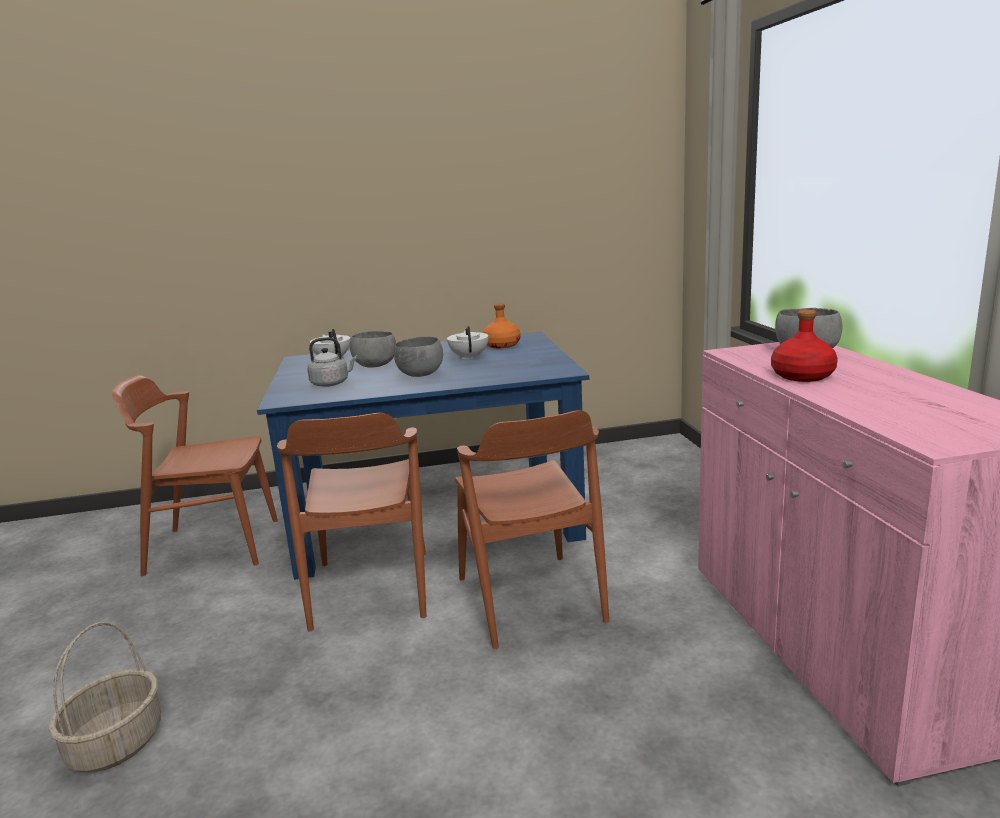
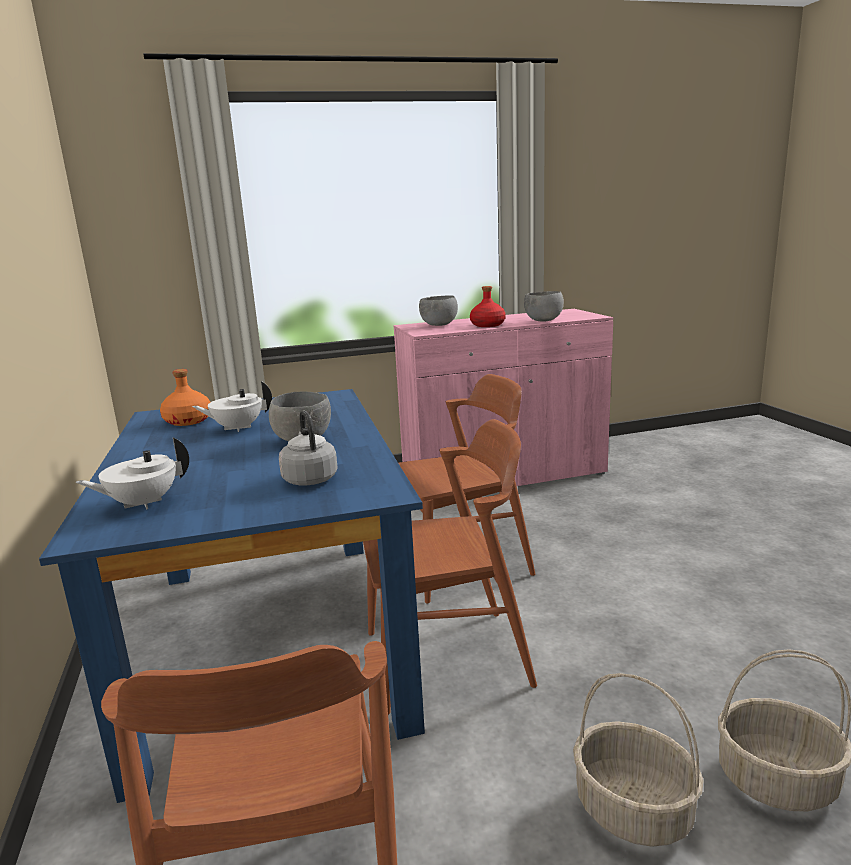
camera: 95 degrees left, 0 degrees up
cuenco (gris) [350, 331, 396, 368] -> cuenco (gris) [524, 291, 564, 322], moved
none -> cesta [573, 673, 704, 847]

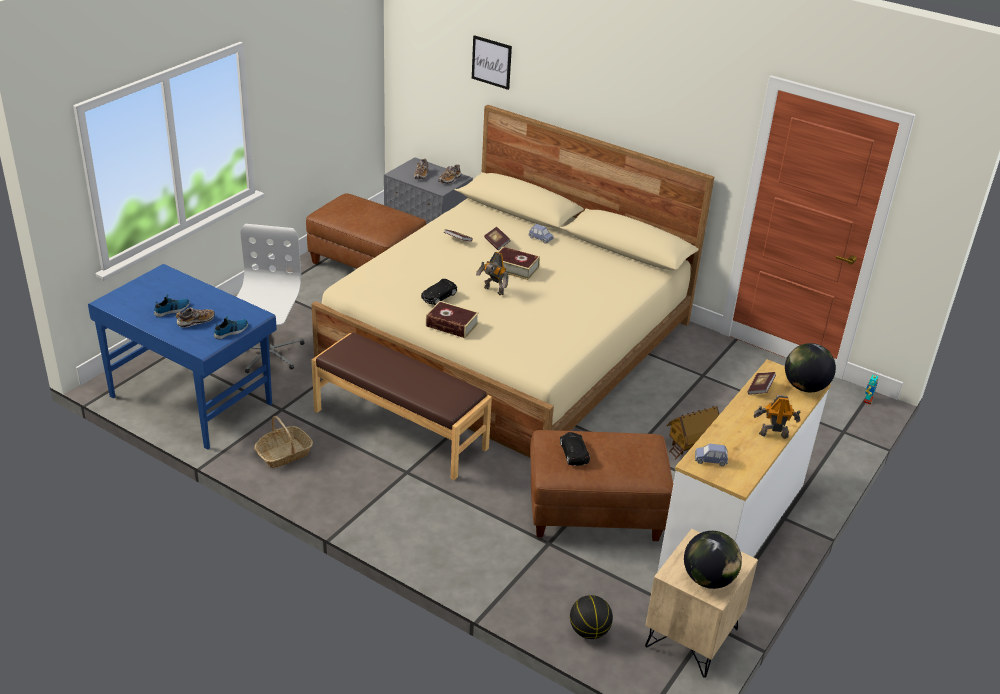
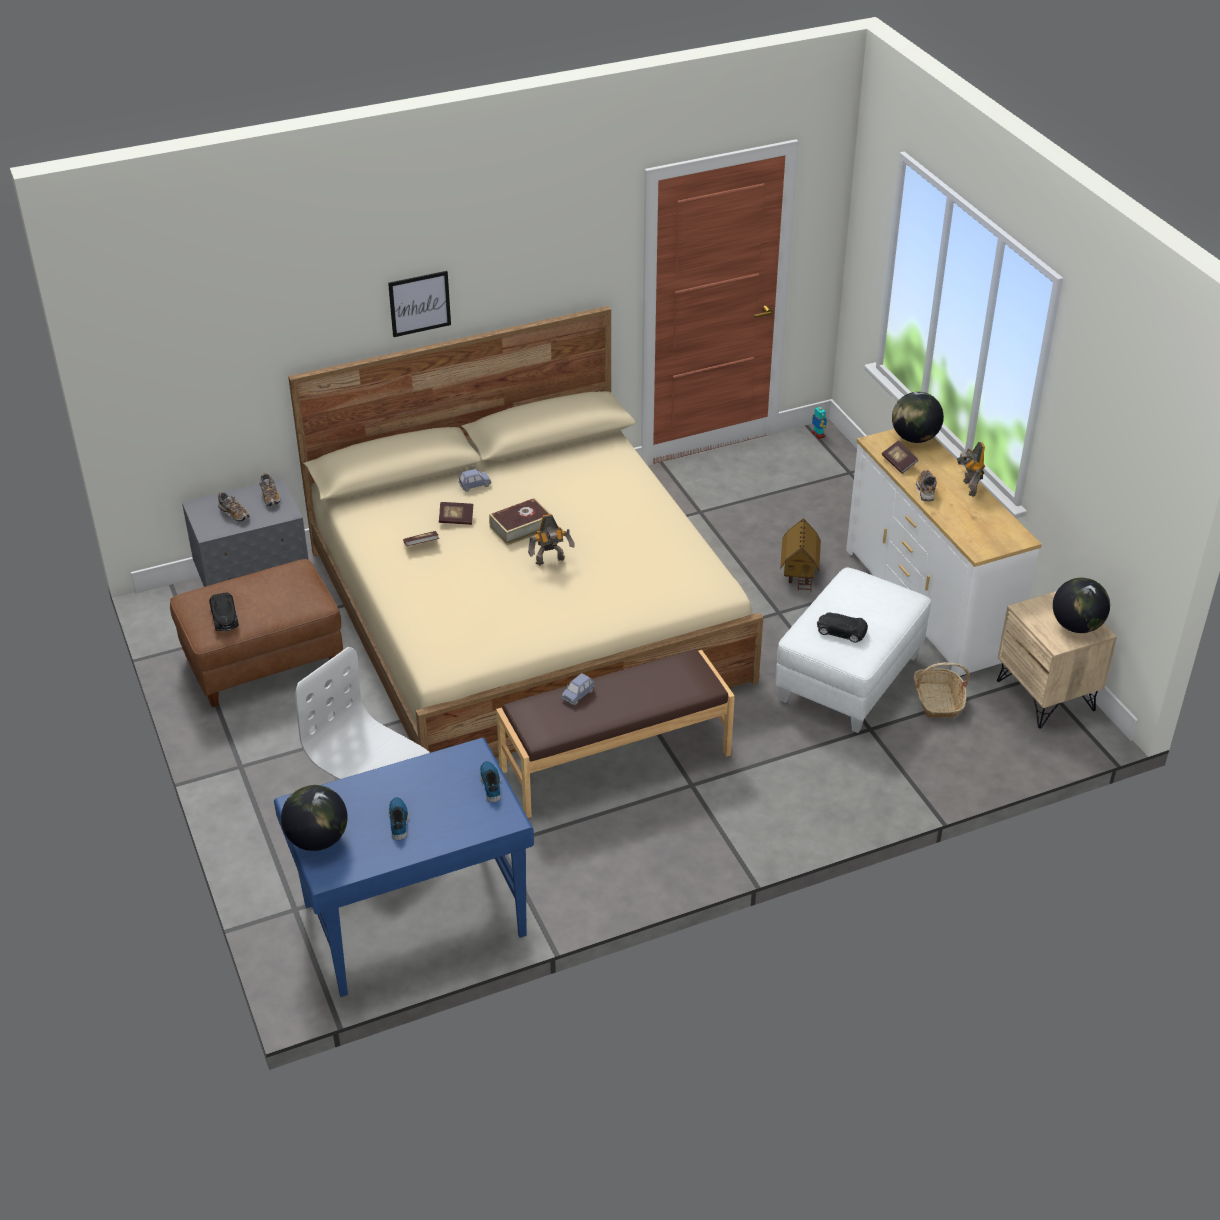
camera: 55 degrees left, 5 degrees up
zapato [176, 307, 215, 327] -> zapato [916, 470, 937, 502], moved
cesta [254, 416, 313, 468] -> cesta [914, 662, 970, 718], moved
coche de juguete (negro) [421, 279, 457, 305] -> coche de juguete (negro) [209, 592, 239, 631], moved
libro [426, 301, 479, 338] -> none
cuadro [472, 35, 512, 90] -> cuadro [388, 271, 451, 337], moved
puf (marrón) [530, 430, 673, 541] -> puf (blanco) [775, 567, 931, 733]
balón de baloncesto [570, 595, 613, 639] -> none
coche de juguete (azul) [695, 444, 728, 466] -> coche de juguete (azul) [561, 673, 595, 705], moved
robot de juguete [754, 395, 801, 439] -> robot de juguete [957, 442, 985, 497], 45 degrees counterclockwise
none -> globo terráqueo [281, 785, 348, 851]

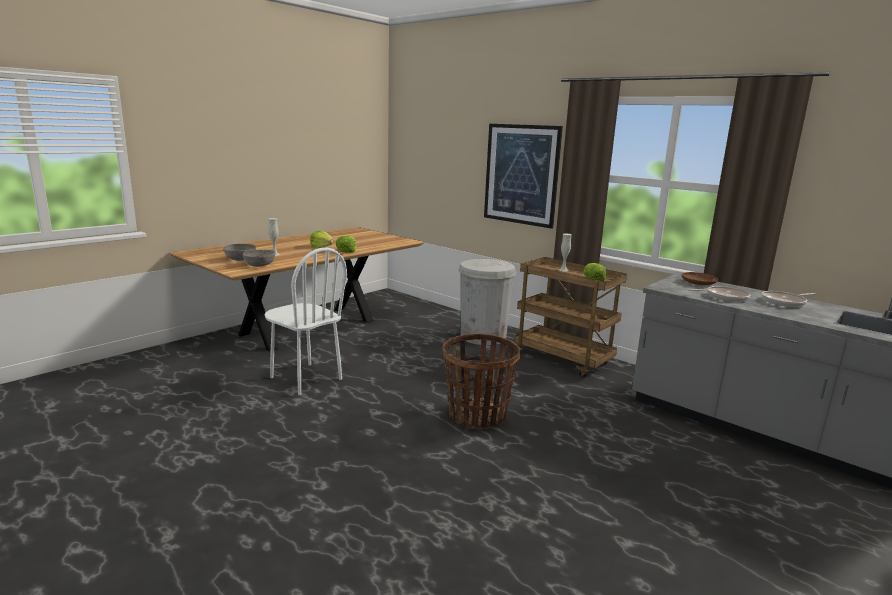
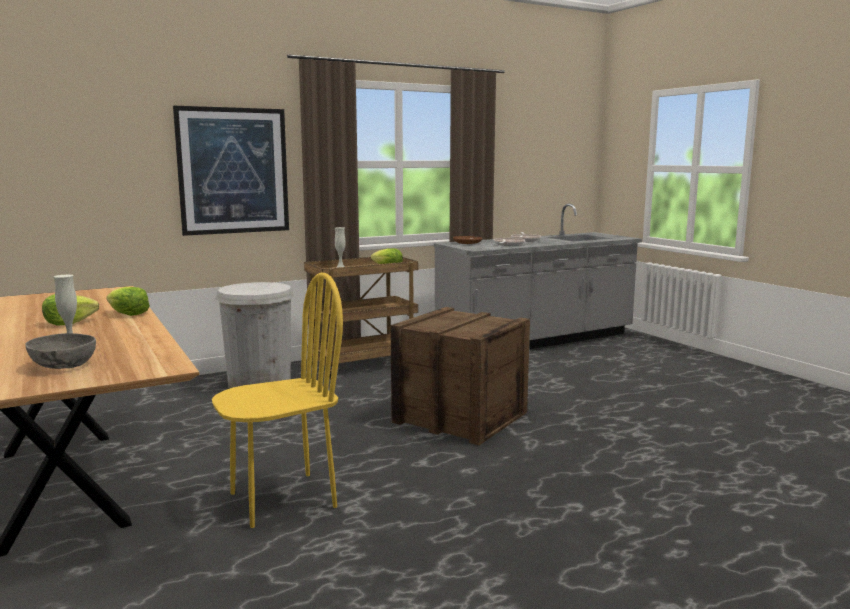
camera: 70 degrees left, 5 degrees down
cuenco (gris) [243, 250, 275, 267] -> none
silla (blanco) [265, 248, 347, 395] -> silla (amarillo) [212, 272, 343, 528]
cesta [442, 333, 520, 429] -> caja de embalaje [391, 307, 530, 445]

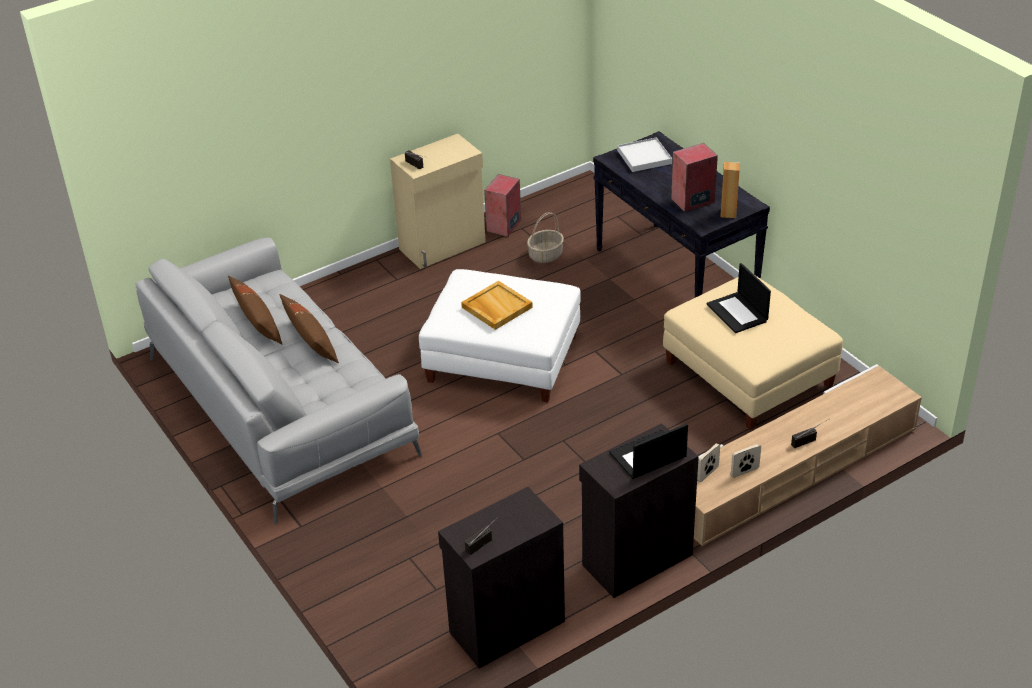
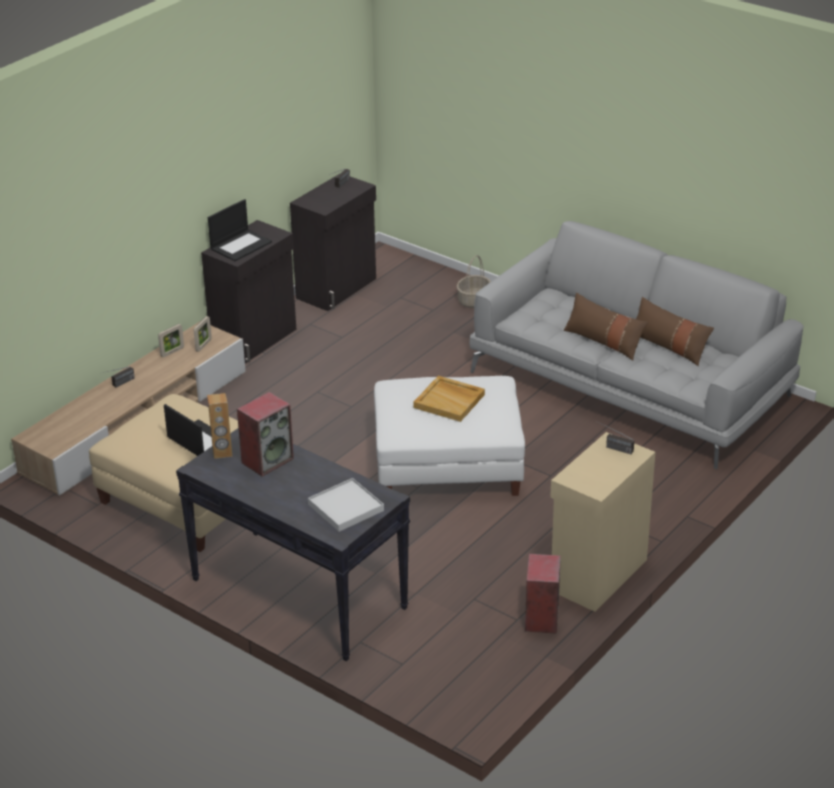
camera: 160 degrees right, 5 degrees down
cesta [527, 212, 564, 263] -> cesta [457, 255, 491, 308], moved

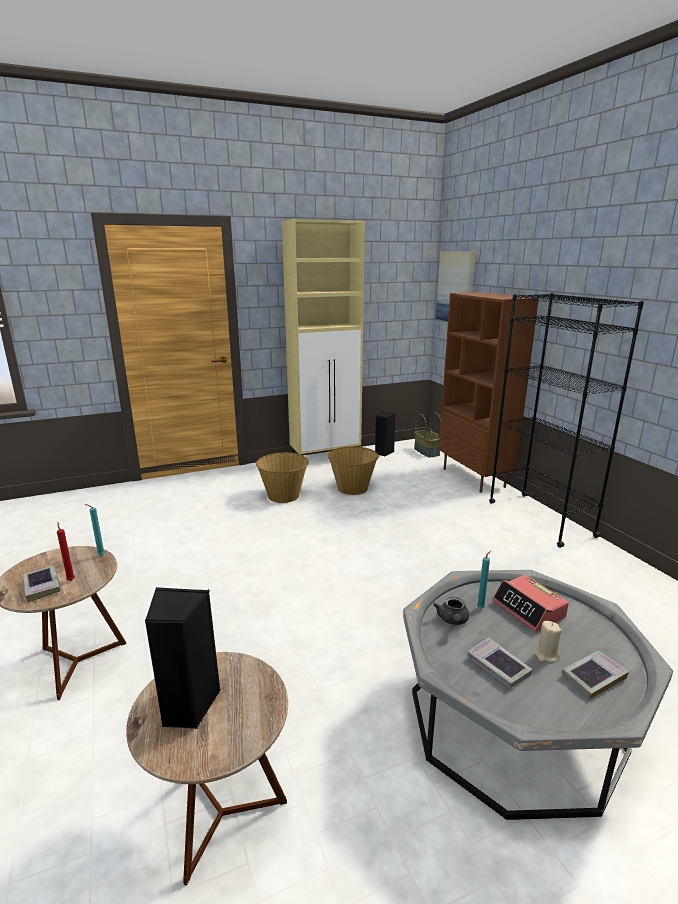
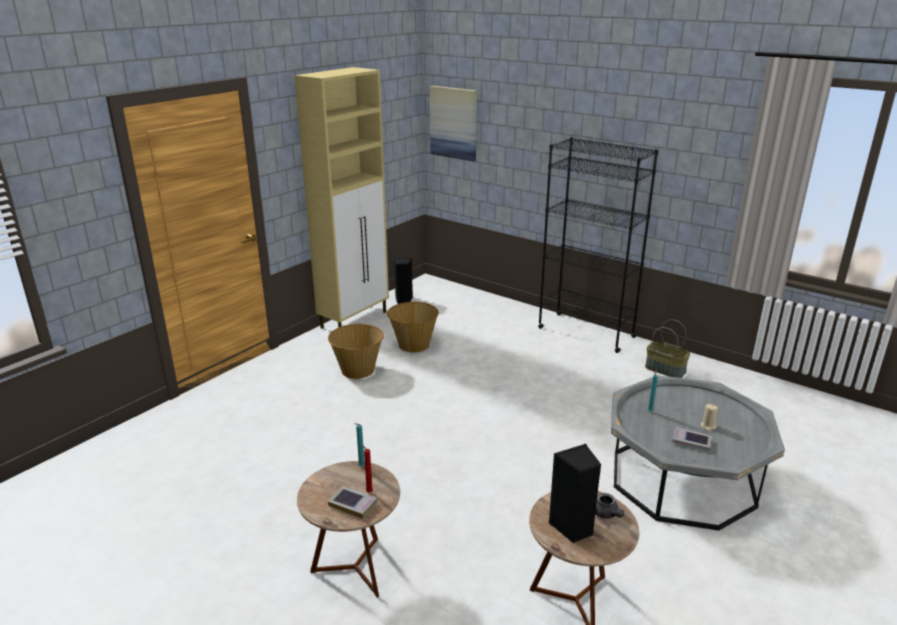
camera: 30 degrees left, 5 degrees up
cesta [414, 412, 441, 457] -> cesta [645, 319, 690, 378], moved
tetera (gris) [433, 597, 469, 625] -> tetera (gris) [595, 493, 624, 519], moved
estantería (marrón) [439, 292, 539, 493] -> none
despertador [493, 575, 569, 632] -> none
libro [561, 651, 629, 699] -> none

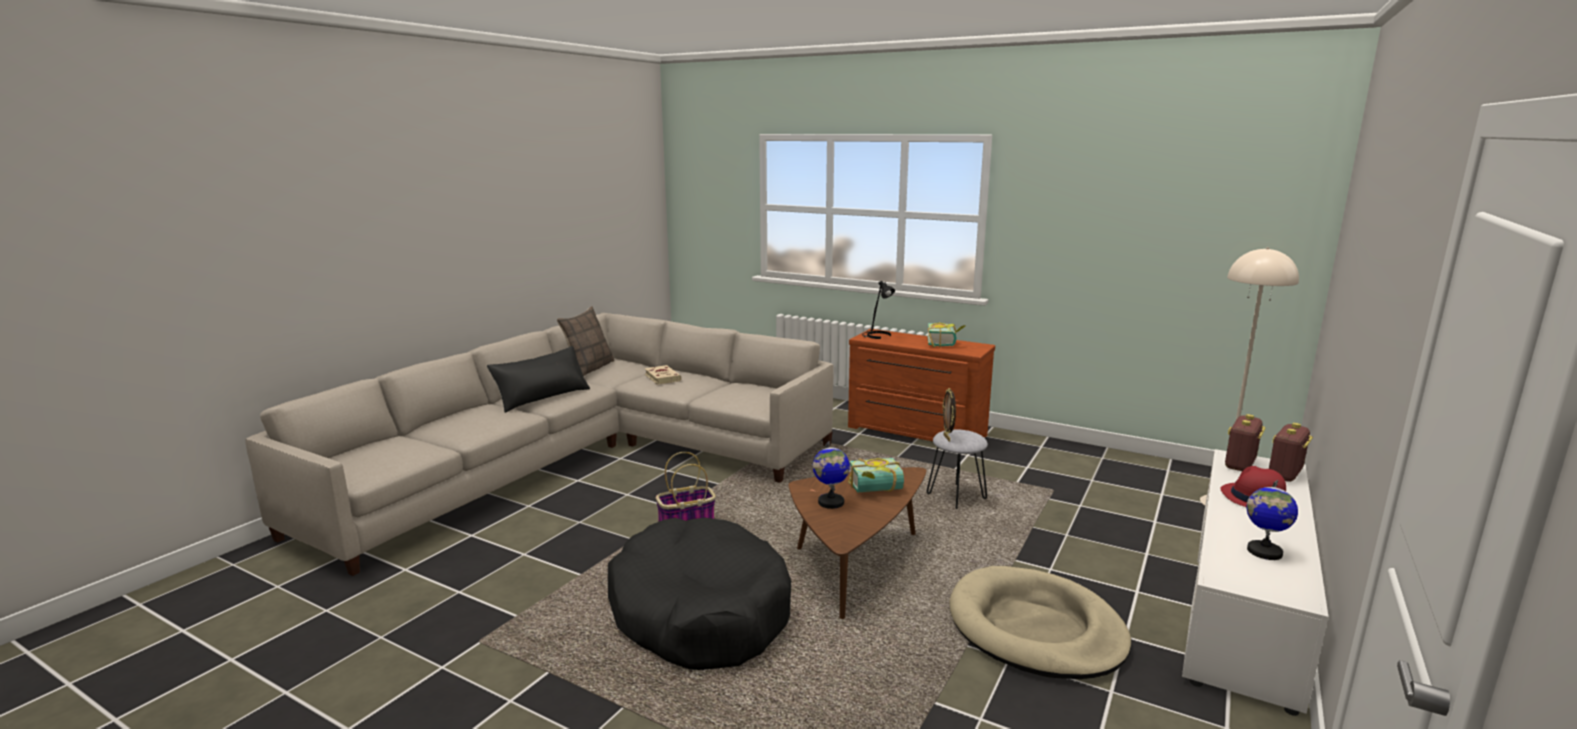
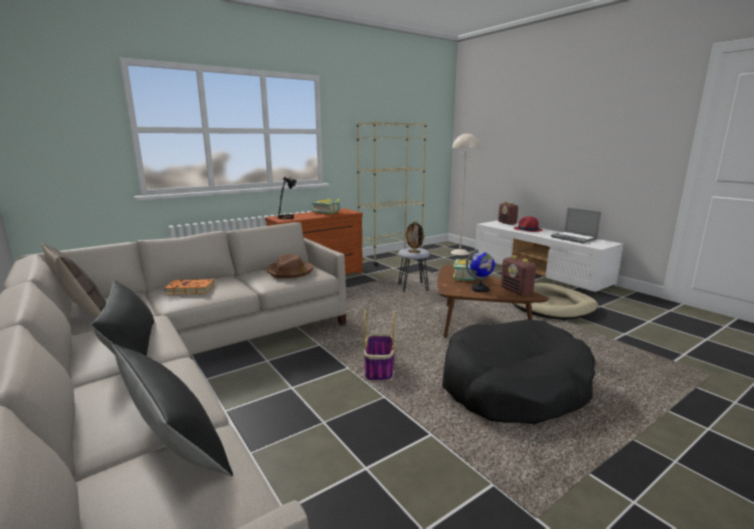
camera: 65 degrees left, 0 degrees up
libro (beis) [644, 365, 682, 385] -> libro (naranja) [164, 279, 214, 294]
radio [1225, 414, 1266, 471] -> radio [501, 255, 537, 296], moved
globo terráqueo [1246, 480, 1298, 560] -> portátil [551, 208, 601, 243]
none -> cojín (negro) [112, 344, 233, 476]
none -> sombrero (marrón) [267, 254, 314, 278]
none -> estantería (beis) [357, 121, 427, 265]

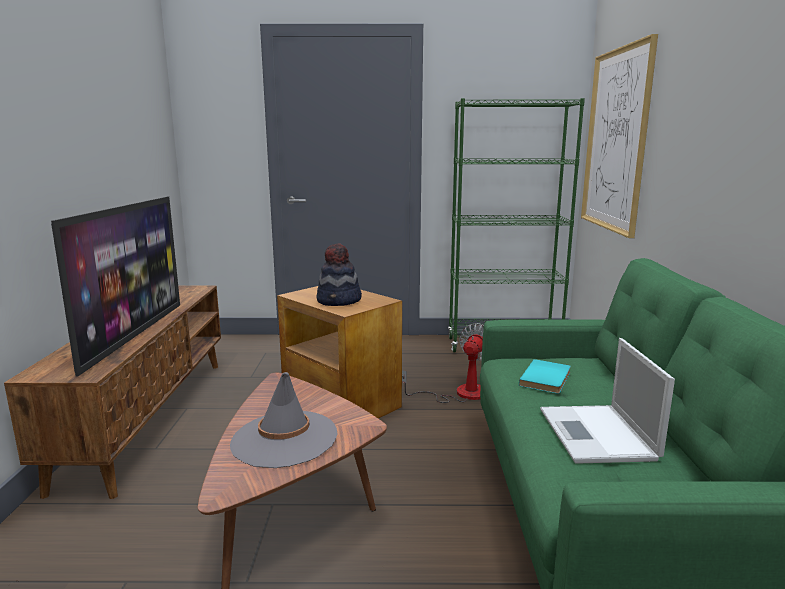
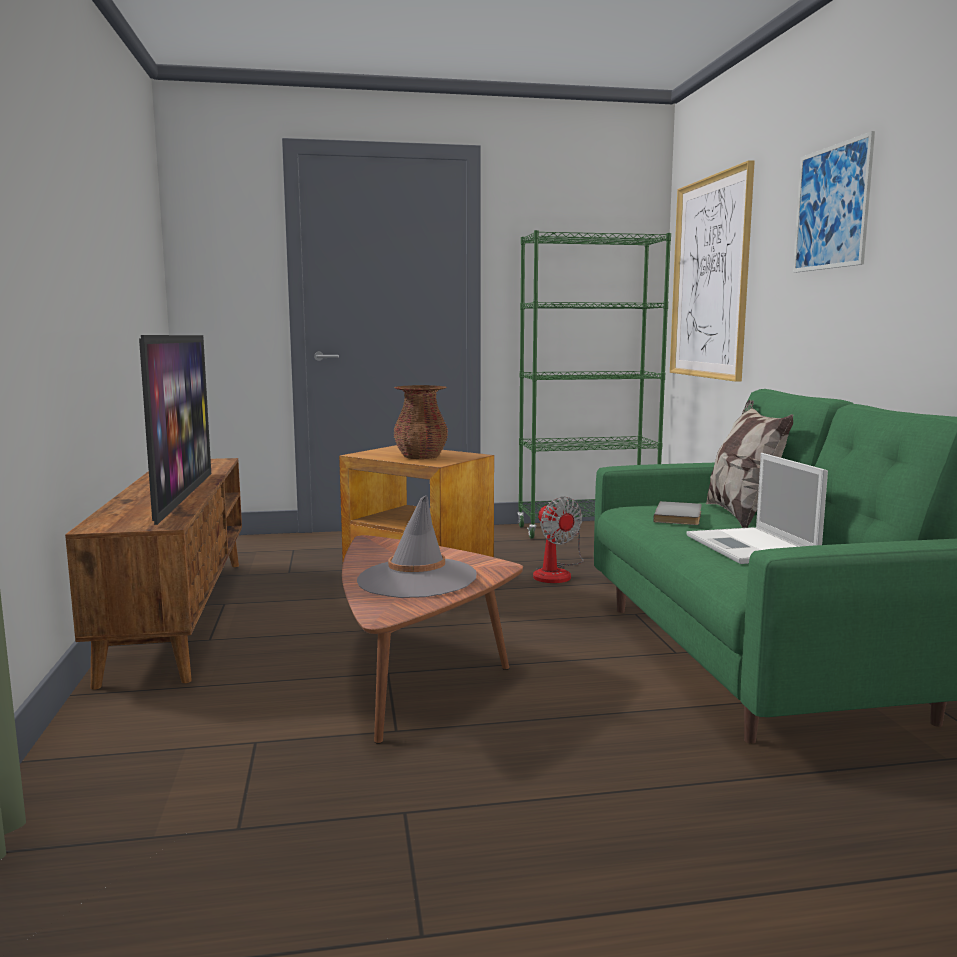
camera: 10 degrees left, 5 degrees down
sombrero [317, 244, 362, 306] -> florero (marrón) [394, 385, 448, 459]
ventilador [402, 323, 484, 403] -> ventilador [533, 496, 584, 583], 135 degrees clockwise
libro (turquesa) [519, 359, 571, 394] -> libro (gris) [653, 501, 702, 525]
none -> cojín [706, 400, 793, 528]
none -> cuadro [793, 131, 875, 273]

